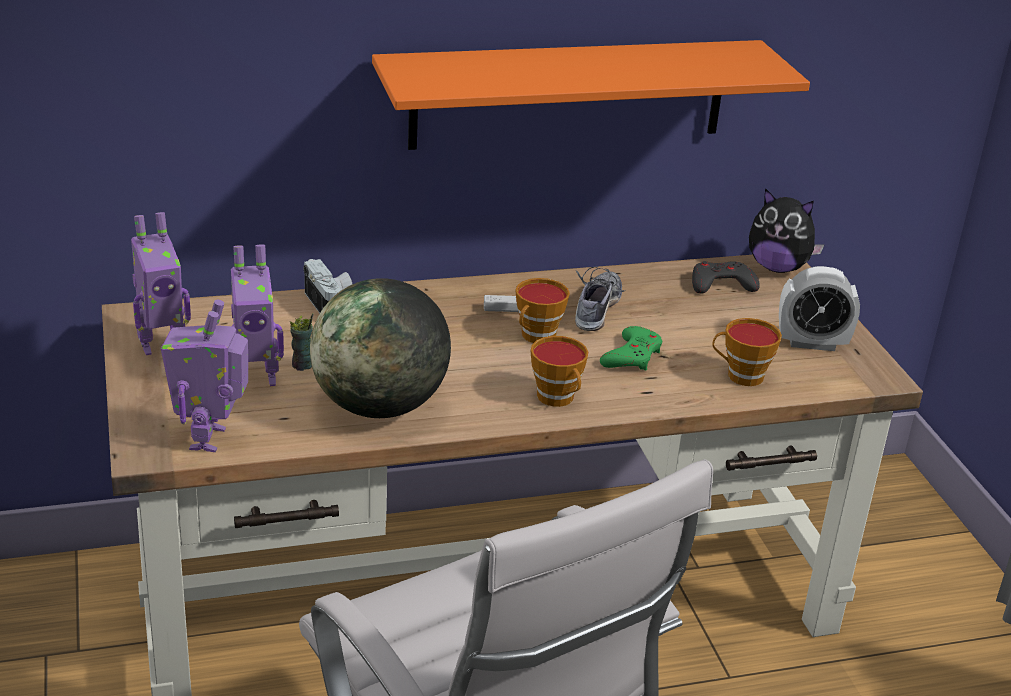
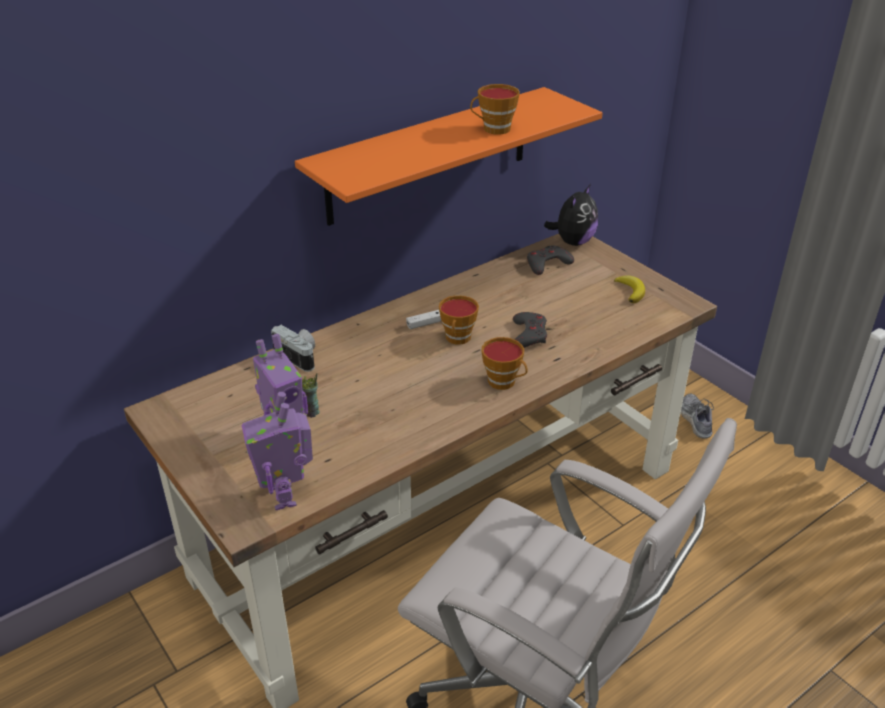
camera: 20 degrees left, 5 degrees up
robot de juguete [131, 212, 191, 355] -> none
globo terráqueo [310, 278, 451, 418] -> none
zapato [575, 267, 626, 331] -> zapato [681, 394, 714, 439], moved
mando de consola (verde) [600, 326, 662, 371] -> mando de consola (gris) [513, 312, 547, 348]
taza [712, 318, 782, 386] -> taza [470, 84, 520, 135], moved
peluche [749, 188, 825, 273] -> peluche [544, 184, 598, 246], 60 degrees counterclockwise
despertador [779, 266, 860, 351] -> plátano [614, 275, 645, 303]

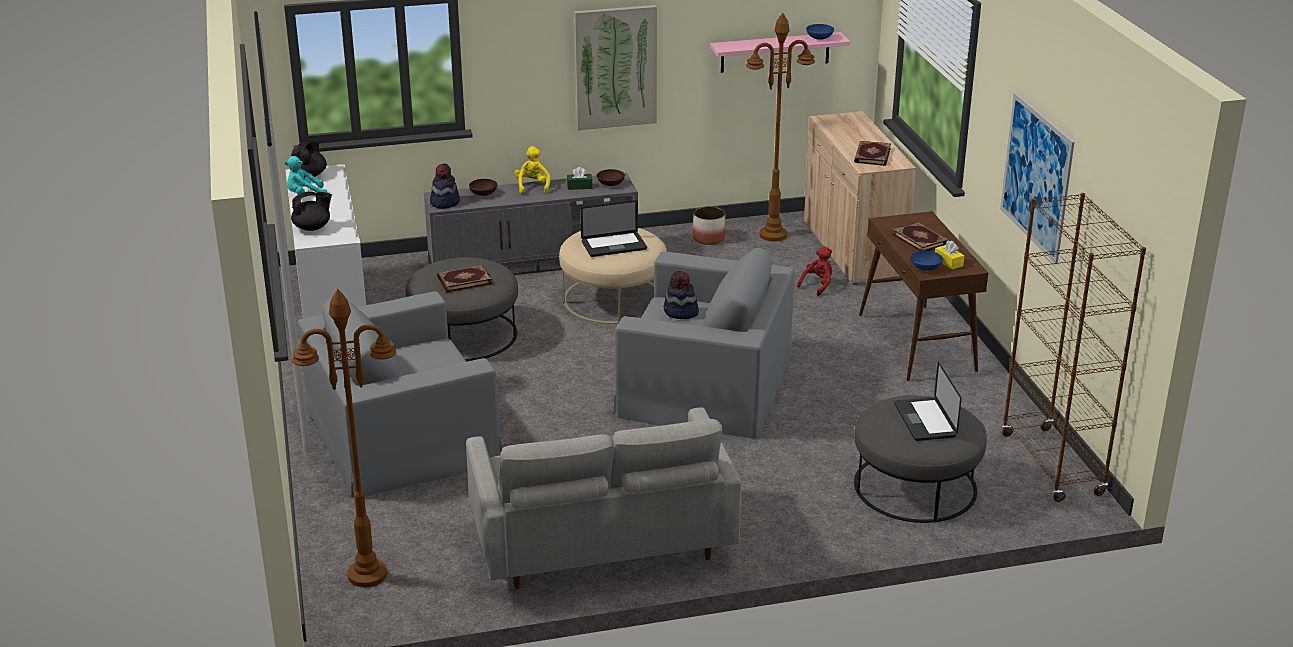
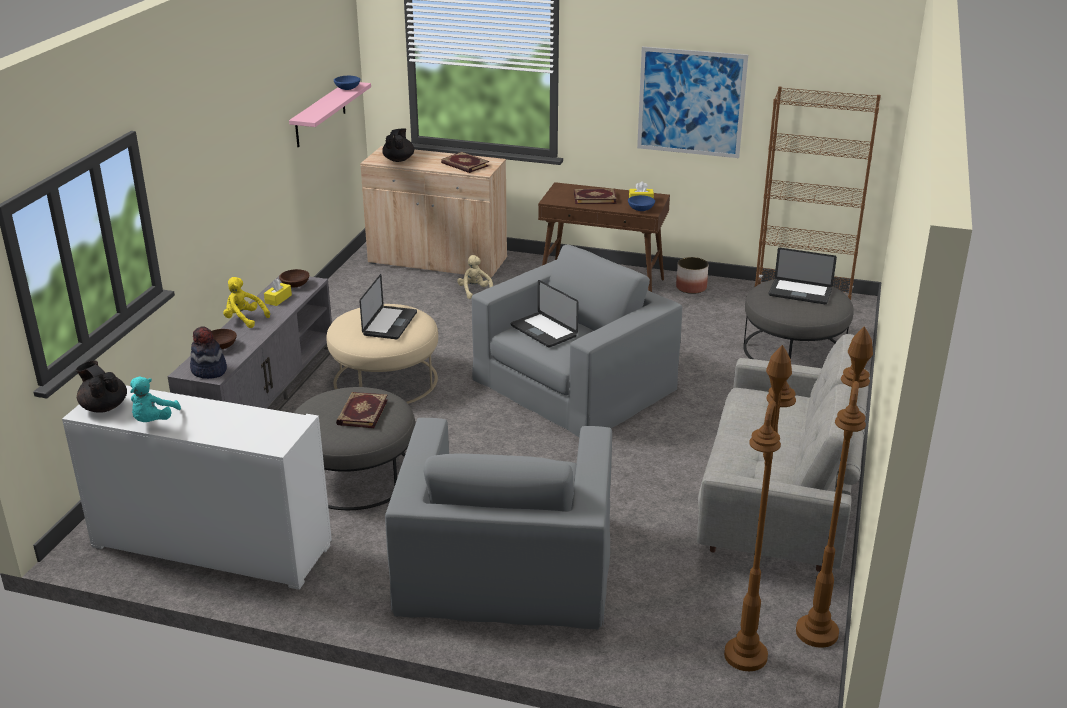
camera: 60 degrees left, 0 degrees up
tetera (negro) [291, 192, 332, 231] -> tetera (negro) [382, 128, 414, 162], moved
caja de pañuelos (verde) [567, 167, 593, 190] -> caja de pañuelos (amarillo) [264, 278, 292, 306]
cuadro [574, 5, 657, 130] -> none
sombrero [664, 271, 699, 319] -> portátil [511, 280, 579, 348]
maceta [693, 206, 725, 245] -> maceta [676, 257, 708, 294], moved
lámpara de pie (marrón) [746, 13, 815, 242] -> lámpara de pie (marrón) [796, 326, 873, 648], moved
peluche (rojo) [797, 246, 832, 296] -> peluche (beis) [457, 255, 493, 299]

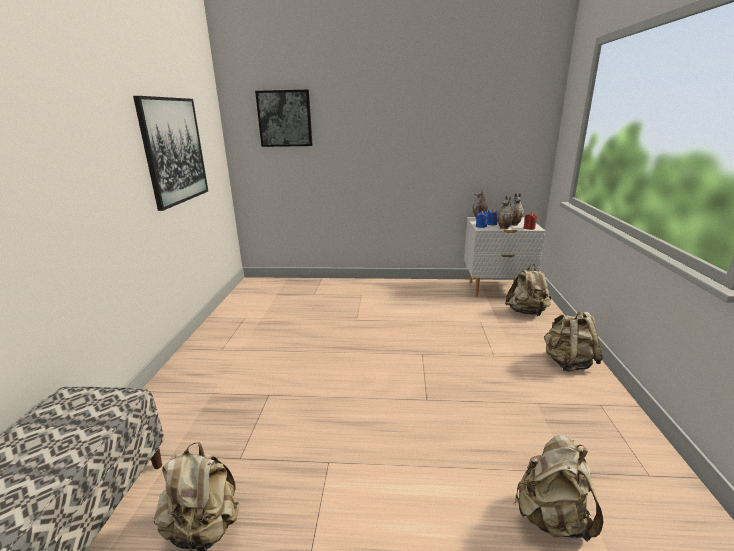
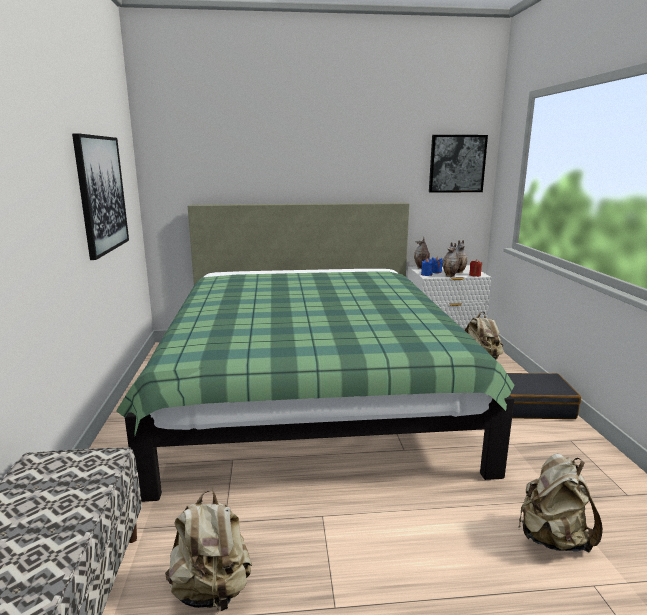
camera: 10 degrees left, 5 degrees down
cuadro [255, 90, 313, 147] -> cuadro [429, 135, 488, 193], moved
mochila (beis) [544, 312, 603, 372] -> maleta (negro) [507, 373, 581, 419]
none -> cama (verde) [116, 203, 514, 502]

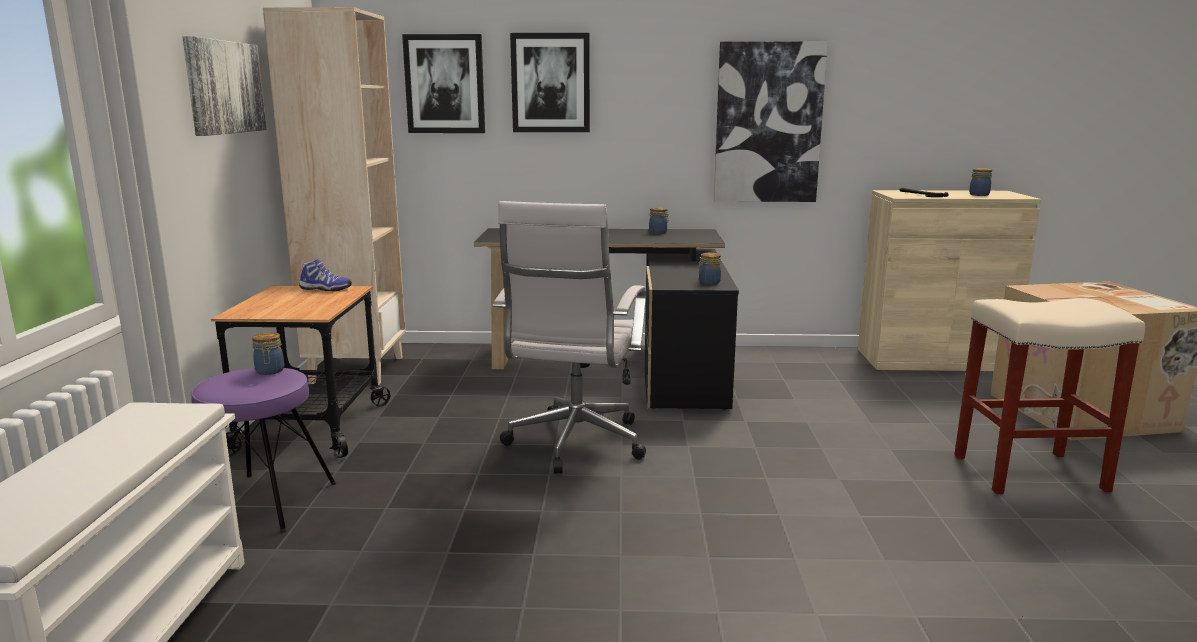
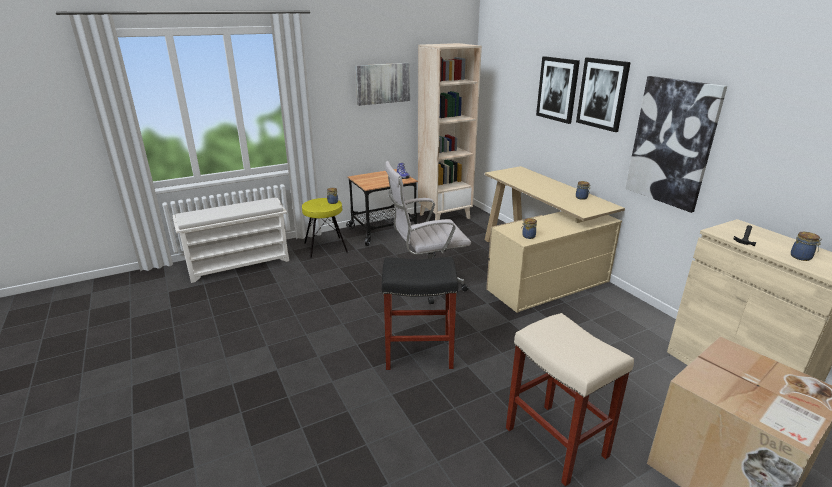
camera: 60 degrees right, 10 degrees up
taburete (morado) [191, 368, 336, 533] -> taburete (amarillo) [302, 198, 348, 259]
cuadro [402, 34, 485, 133] -> cuadro [576, 58, 631, 132], moved
escritorio (negro) [474, 228, 739, 409] -> escritorio (beis) [484, 166, 625, 313]
none -> taburete (negro) [382, 257, 458, 370]

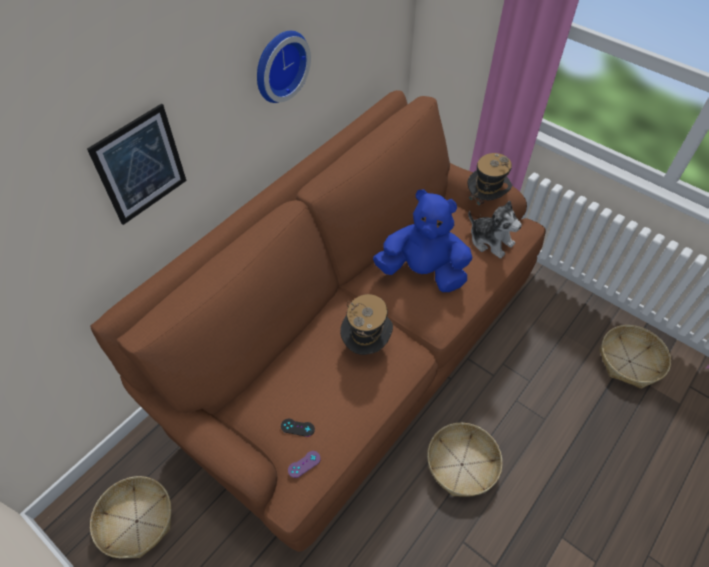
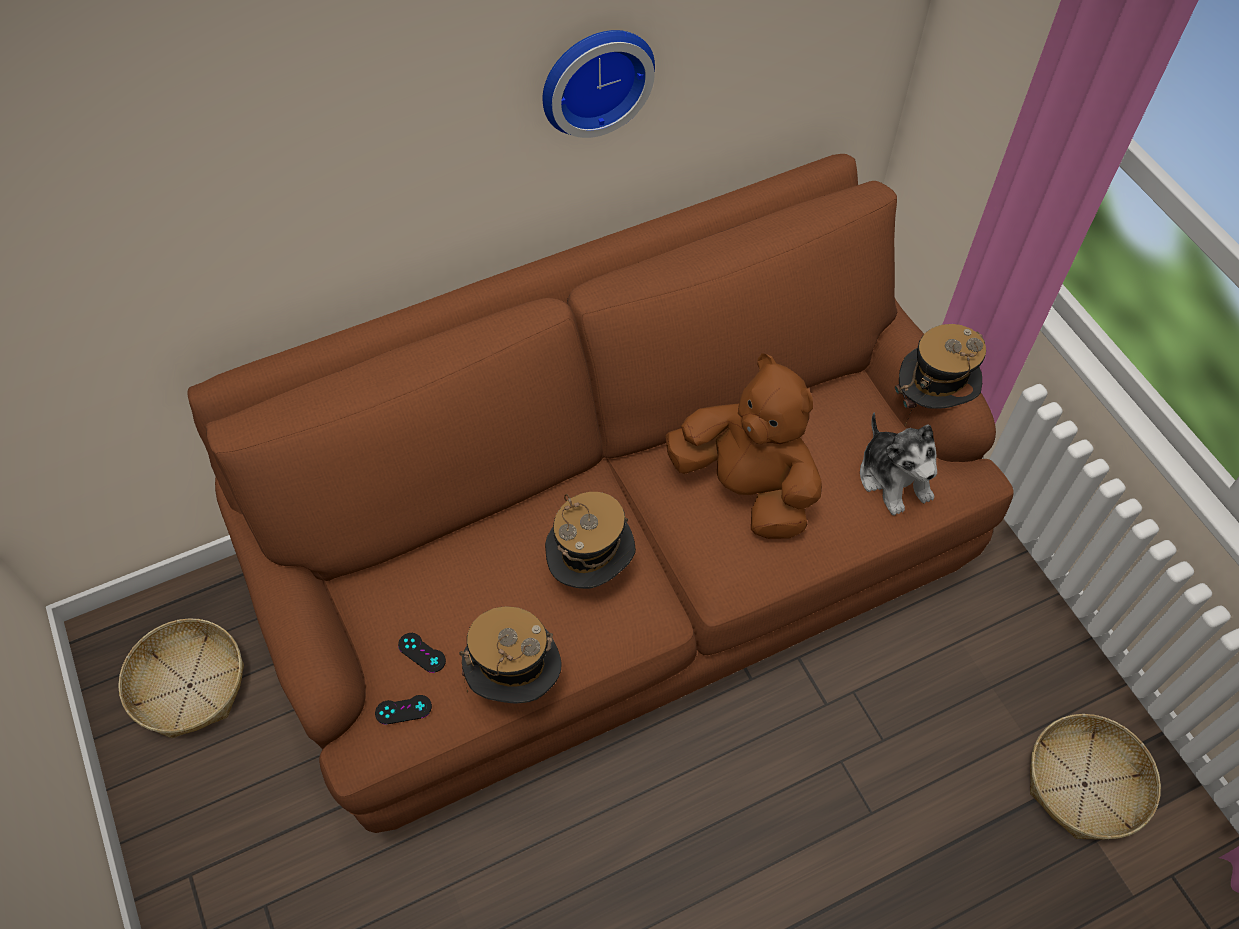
camera: 25 degrees right, 5 degrees up
cuadro [87, 104, 187, 225] -> none
mando de consola (morado) [288, 451, 321, 478] -> mando de consola (negro) [375, 695, 432, 724]
peluche (azul) [373, 190, 472, 292] -> peluche (marrón) [665, 353, 822, 539]
cesta [427, 423, 502, 497] -> none
none -> sombrero [459, 606, 562, 704]

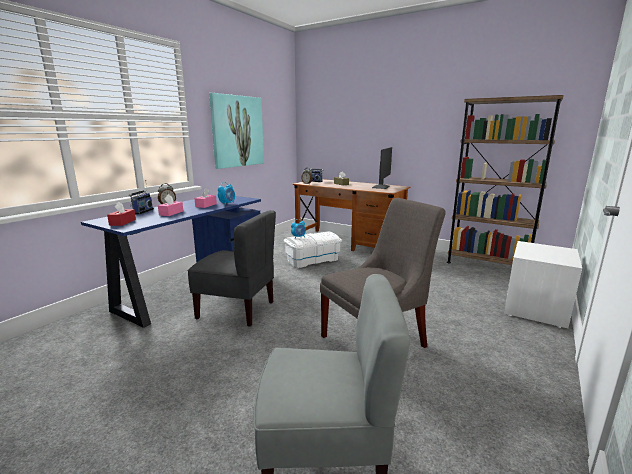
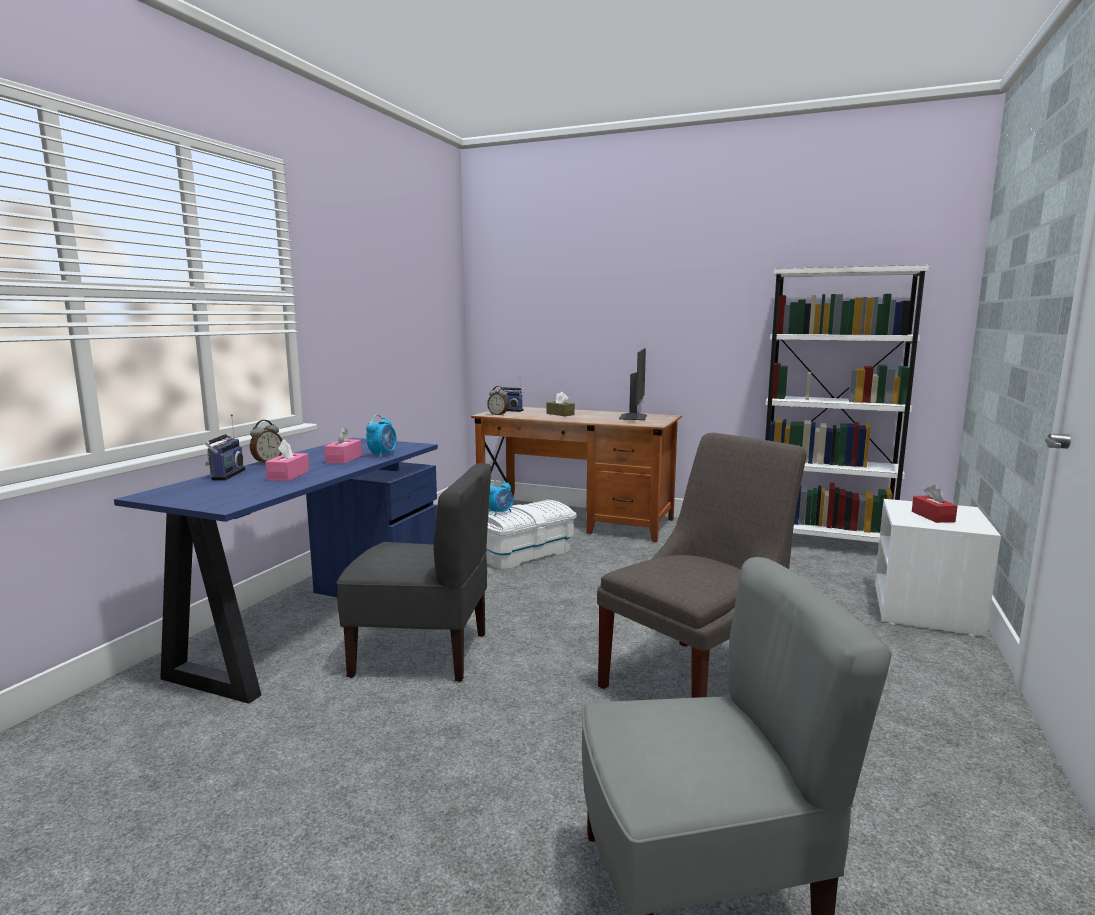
camera: 10 degrees left, 5 degrees down
caja de pañuelos (rojo) [107, 201, 136, 226] -> caja de pañuelos (rojo) [912, 485, 958, 523], moved
cuadro [209, 93, 264, 169] -> none
estantería (marrón) [447, 95, 564, 265] -> estantería (blanco) [765, 265, 929, 543]

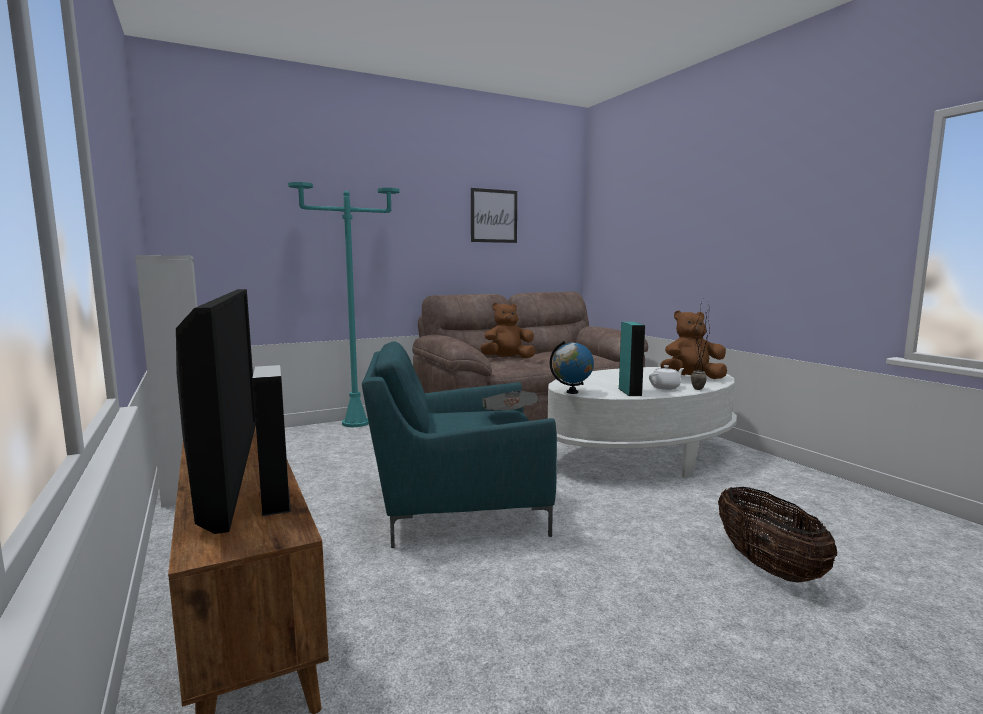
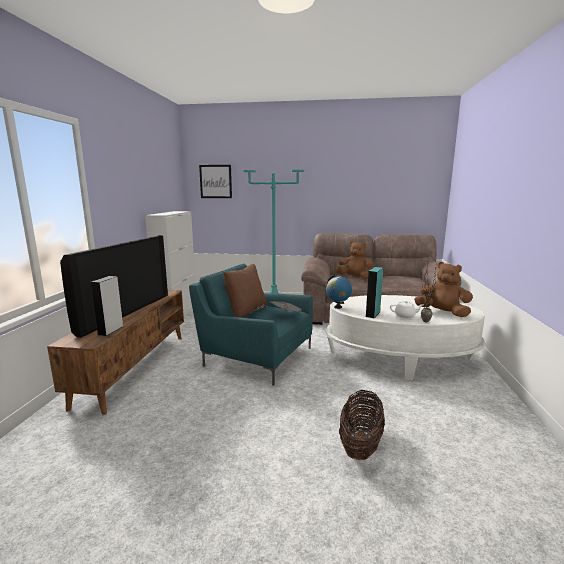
camera: 35 degrees right, 5 degrees up
cuadro [471, 188, 517, 243] -> cuadro [199, 165, 232, 198], moved
none -> cojín (marrón) [223, 264, 268, 318]

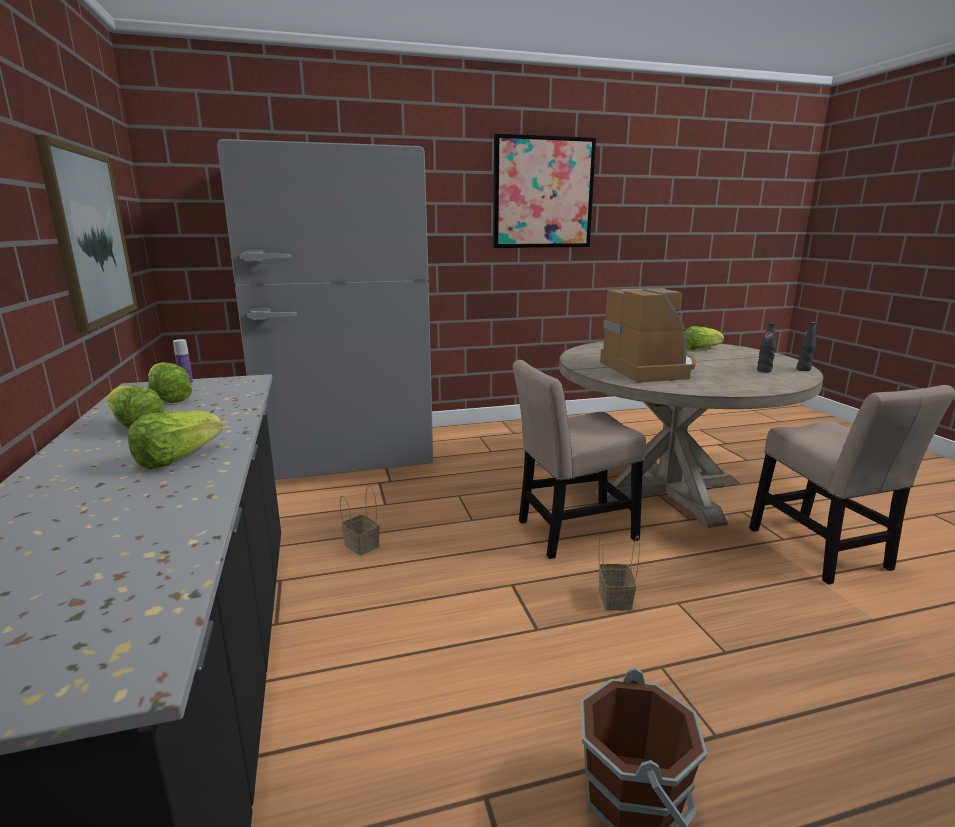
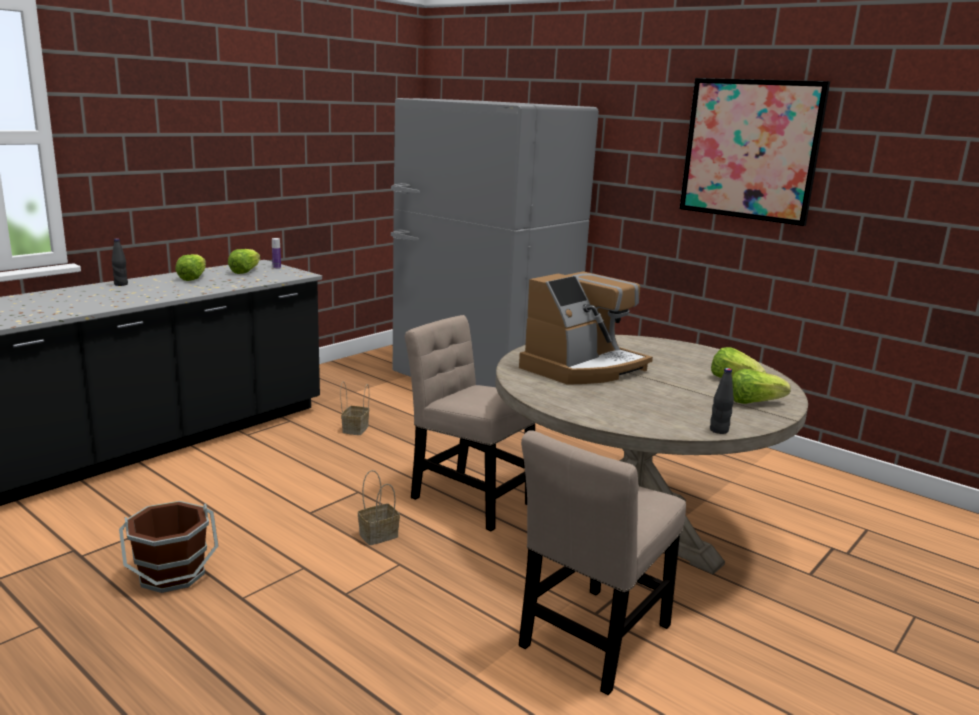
camera: 55 degrees right, 0 degrees up
cuadro [34, 135, 138, 332] -> none
lechuga [128, 410, 223, 469] -> lechuga [732, 369, 791, 404], moved
botella (negro) [757, 323, 776, 372] -> botella (negro) [112, 239, 128, 286], moved

